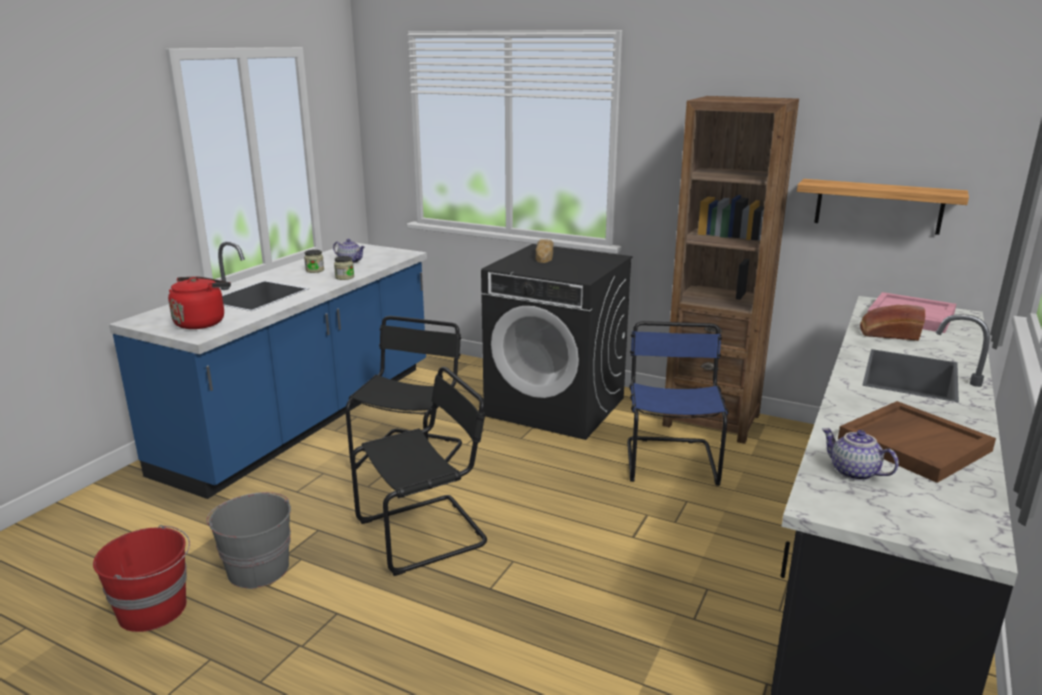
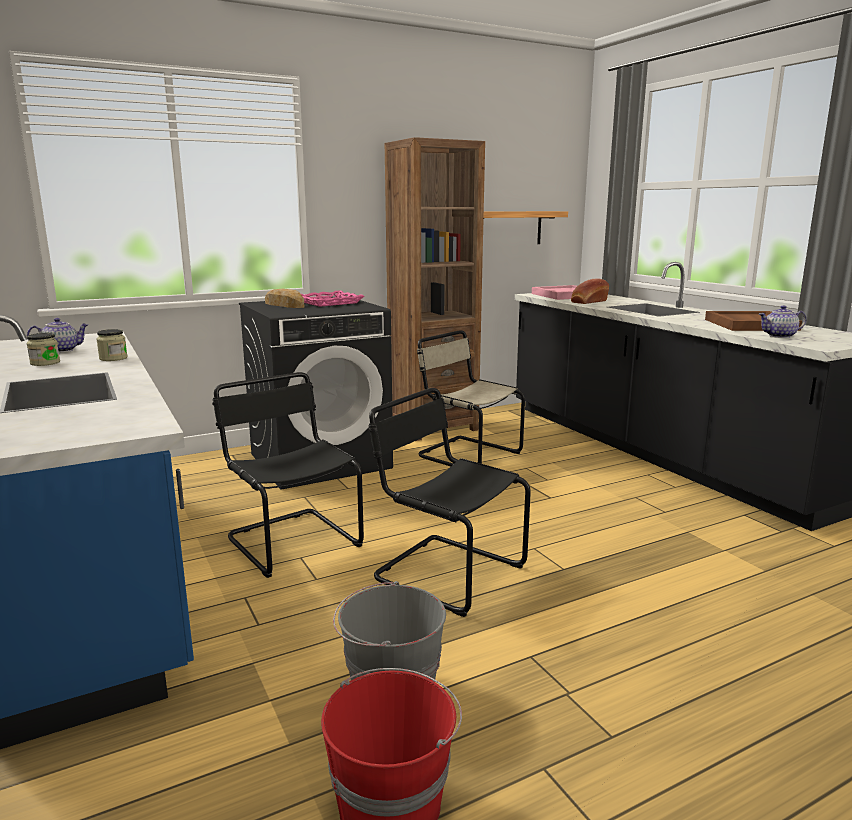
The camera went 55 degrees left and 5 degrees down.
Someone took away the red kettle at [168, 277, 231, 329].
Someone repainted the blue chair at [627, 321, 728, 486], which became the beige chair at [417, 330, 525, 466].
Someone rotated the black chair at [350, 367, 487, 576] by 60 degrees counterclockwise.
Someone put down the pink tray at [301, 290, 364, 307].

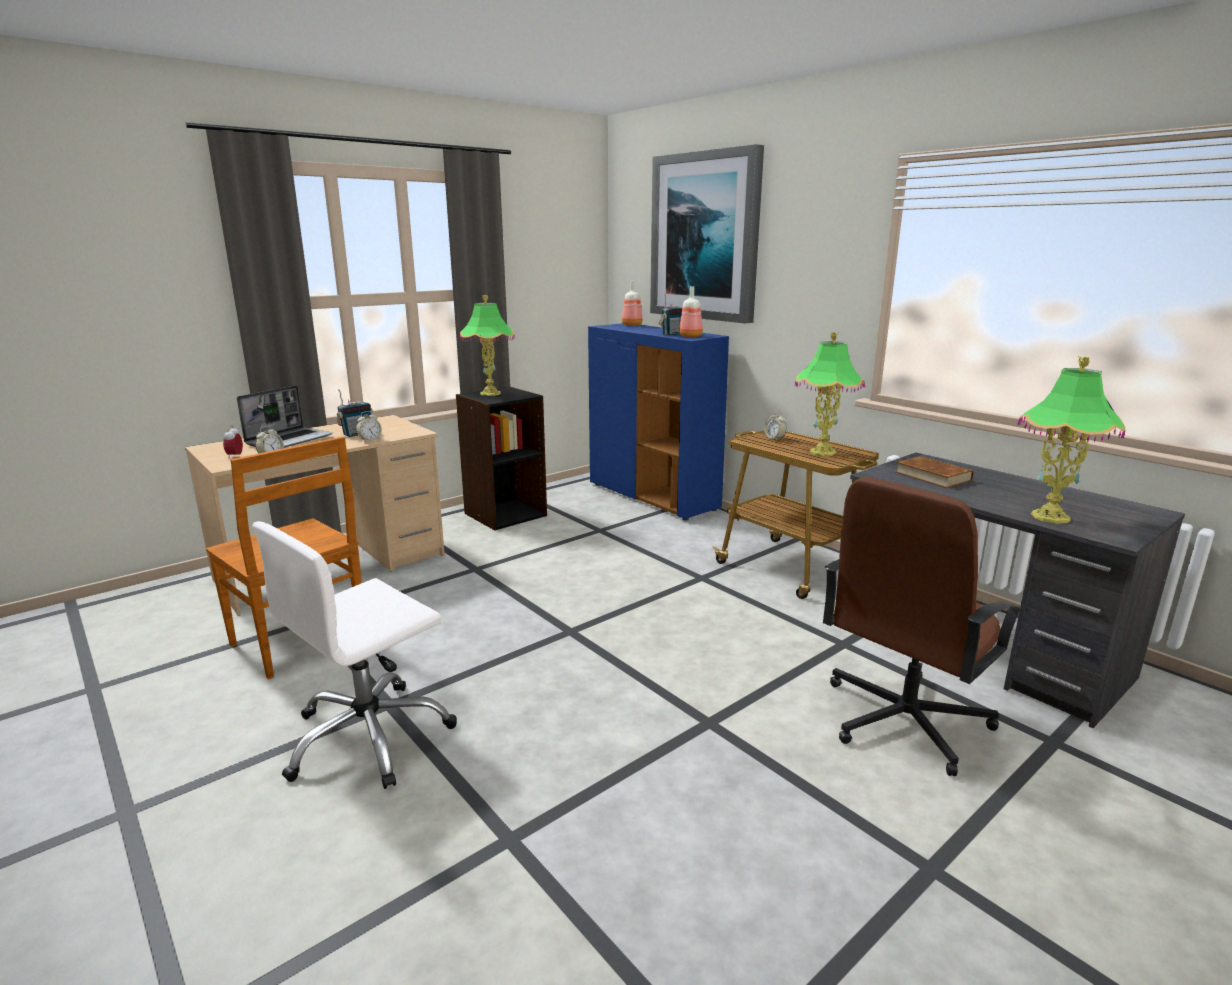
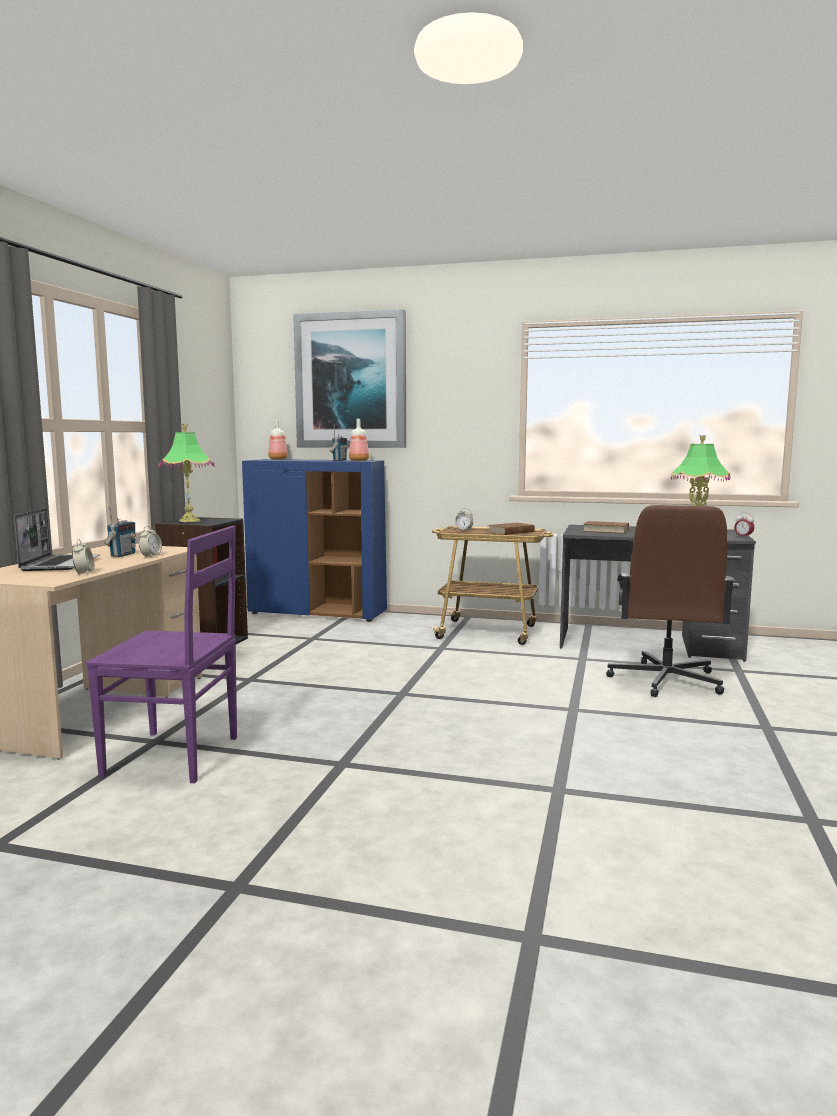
The camera went 35 degrees left and 10 degrees down.
Someone swapped the table lamp at [795, 332, 865, 456] for the brown book at [488, 523, 535, 535].
Someone carried the alarm clock from [223, 426, 243, 459] to [734, 512, 755, 539].
Someone repainted the brown chair at [206, 437, 362, 679], which became the purple chair at [86, 526, 237, 783].
Someone took away the white office chair at [252, 521, 457, 789].

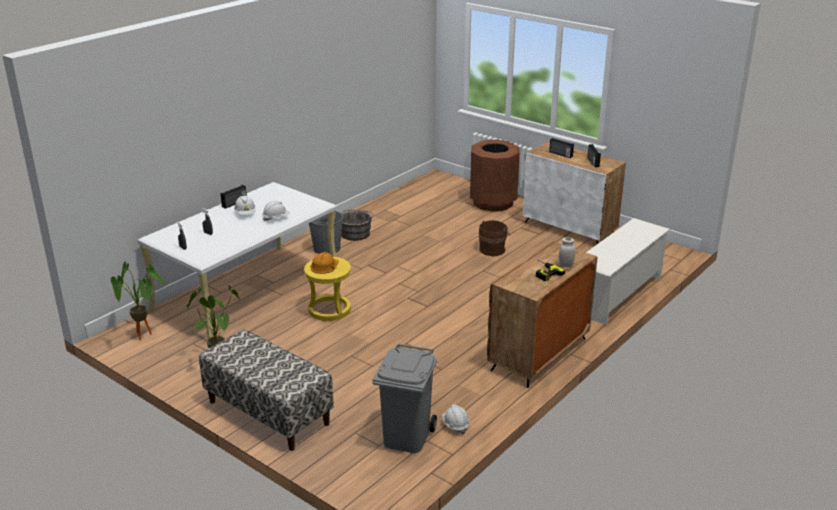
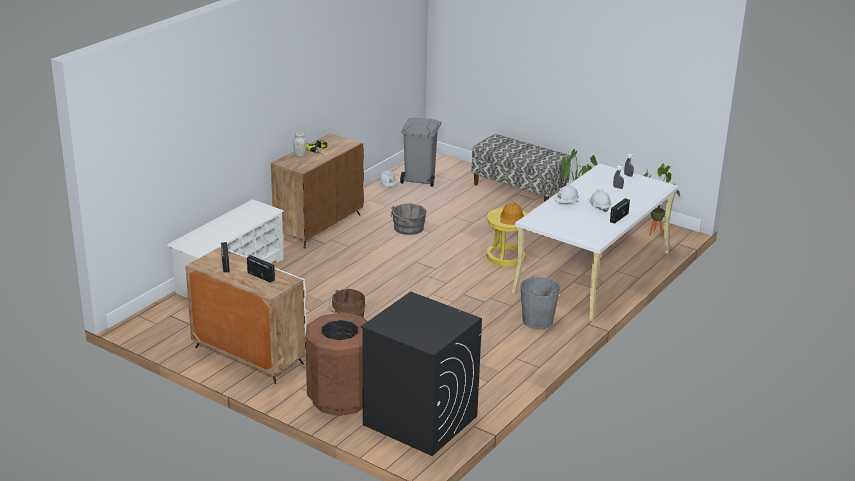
The camera went 175 degrees right and 0 degrees up.
Someone carried the grey bucket from [340, 209, 373, 241] to [391, 204, 426, 235].
Someone put down the black washing machine at [361, 292, 482, 456].

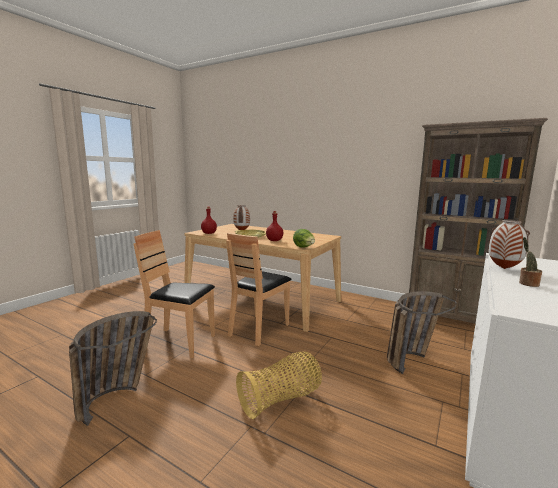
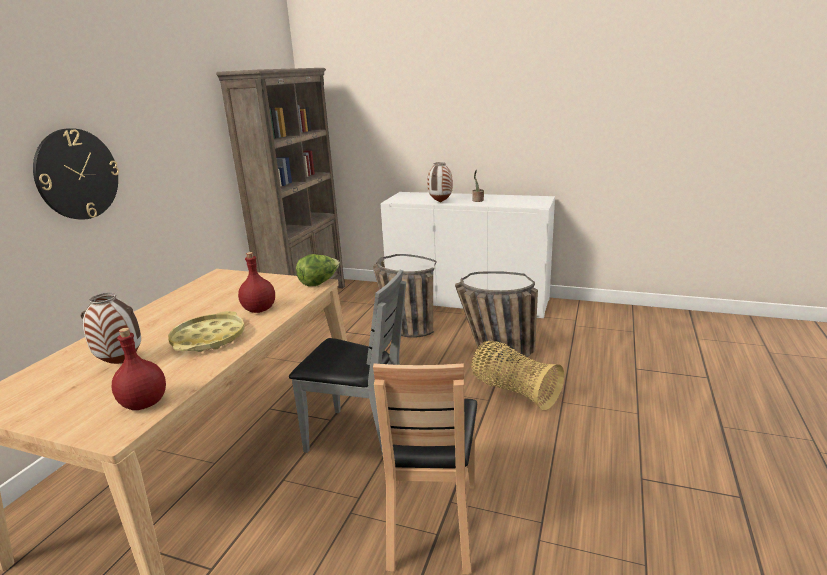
The camera went 100 degrees left and 10 degrees up.
Someone repainted the brown chair at [226, 233, 292, 346], which became the grey chair at [289, 270, 406, 455].
Someone carried the basket from [69, 311, 157, 426] to [455, 271, 538, 363].
Someone put up the wall clock at [33, 128, 119, 219].

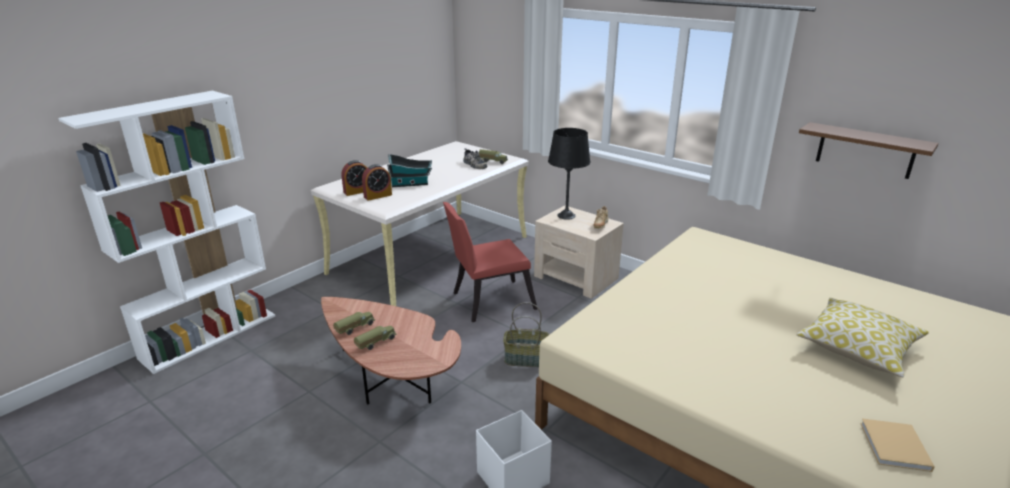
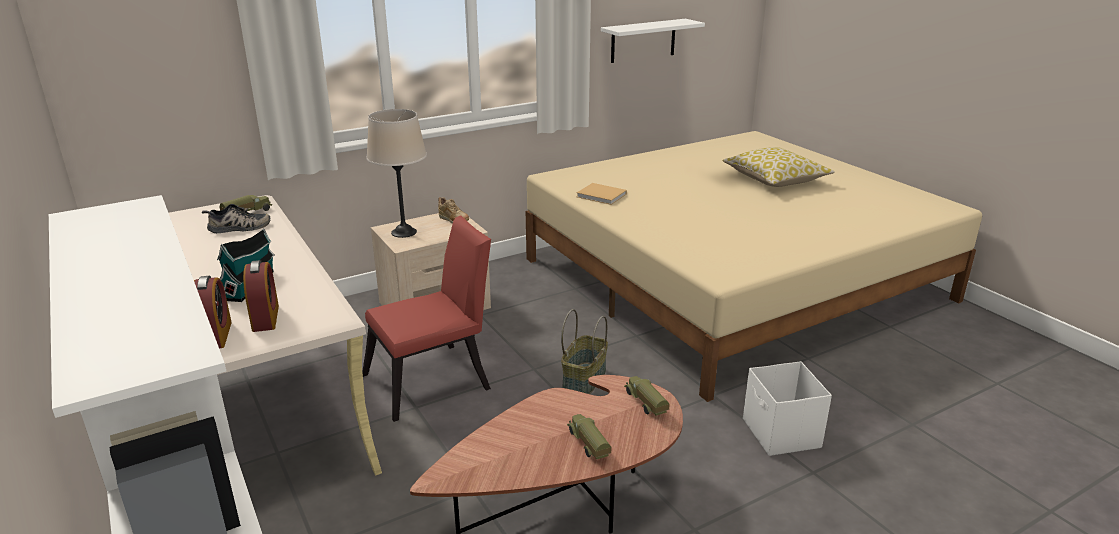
The camera went 70 degrees left and 0 degrees up.
Someone repainted the brown shelf at [799, 122, 939, 179], which became the white shelf at [601, 19, 705, 63].
Someone repainted the black table lamp at [548, 128, 590, 220], which became the beige table lamp at [366, 109, 427, 238].
Someone rotated the red chair at [443, 202, 538, 322] by 120 degrees counterclockwise.
Someone carried the toy truck from [333, 312, 375, 335] to [624, 376, 670, 416].
Someone carried the beige book from [860, 418, 935, 472] to [576, 183, 627, 205].

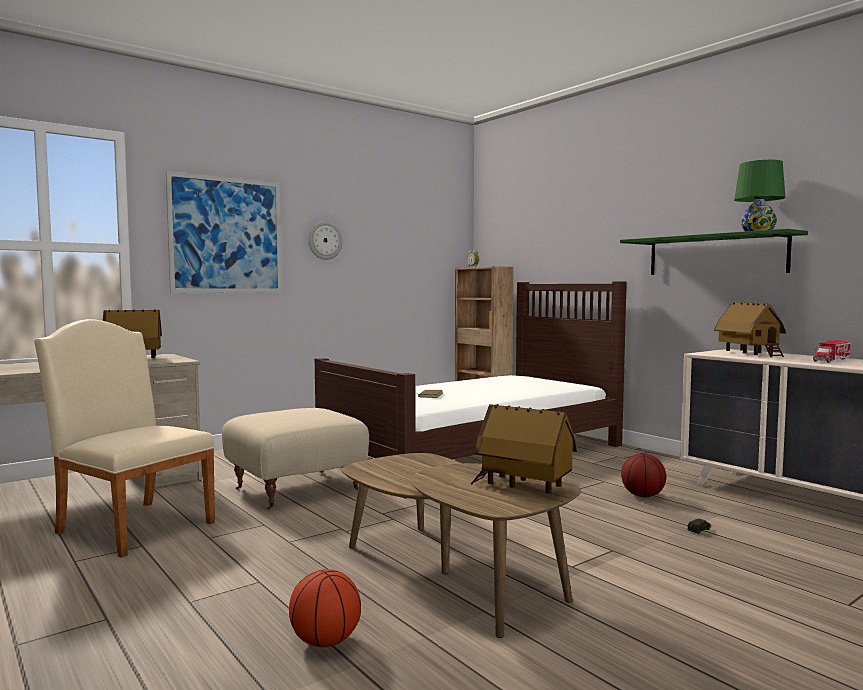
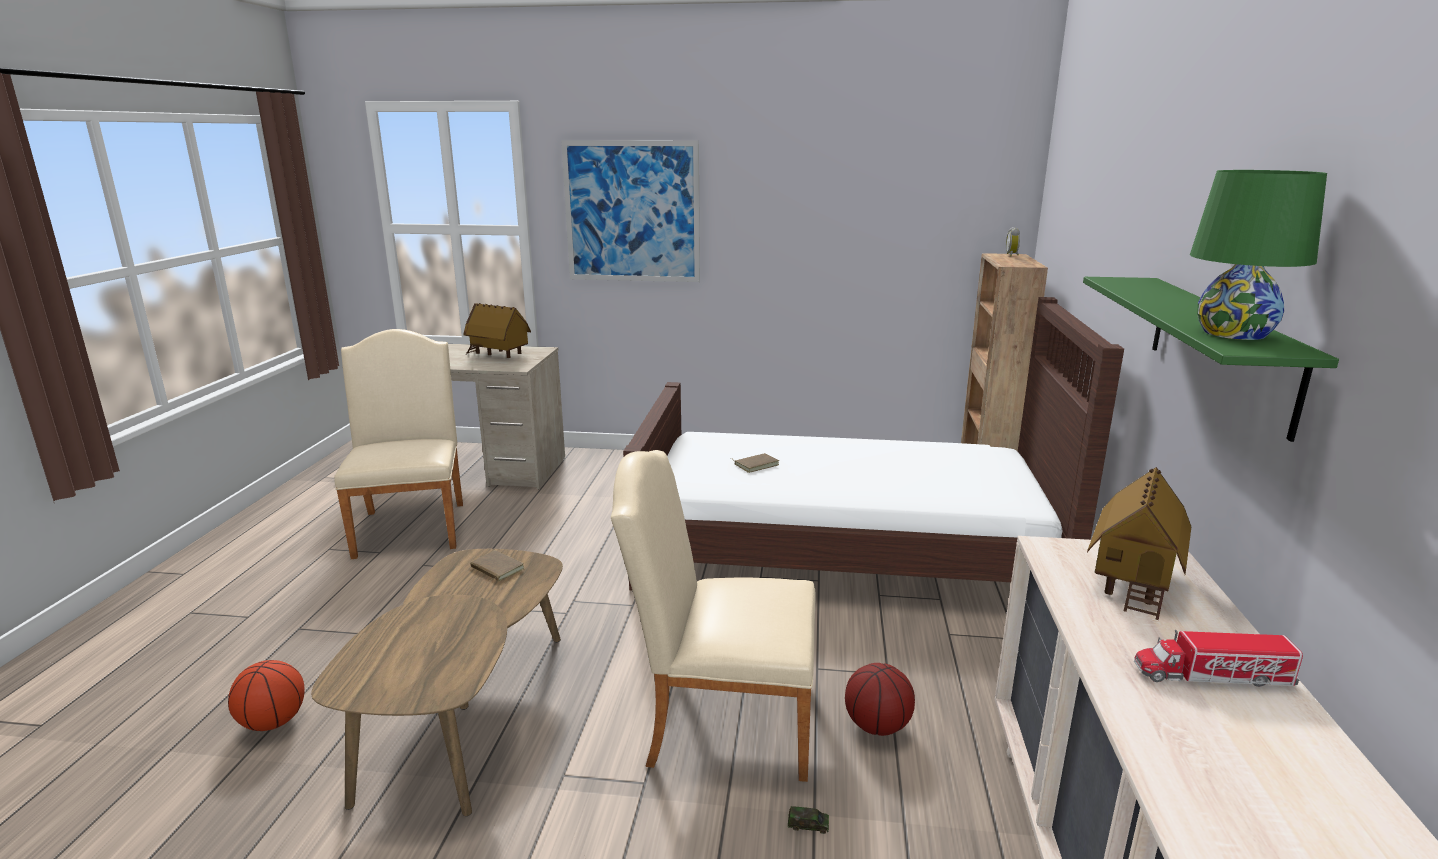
The camera went 45 degrees right and 15 degrees up.
Someone took away the wall clock at [309, 221, 343, 260].
Someone took away the toy house at [471, 404, 577, 494].
Someone took away the beige ottoman at [222, 408, 369, 510].
Someone put down the beige chair at [611, 450, 815, 782].
Someone put down the brown book at [470, 550, 524, 582].

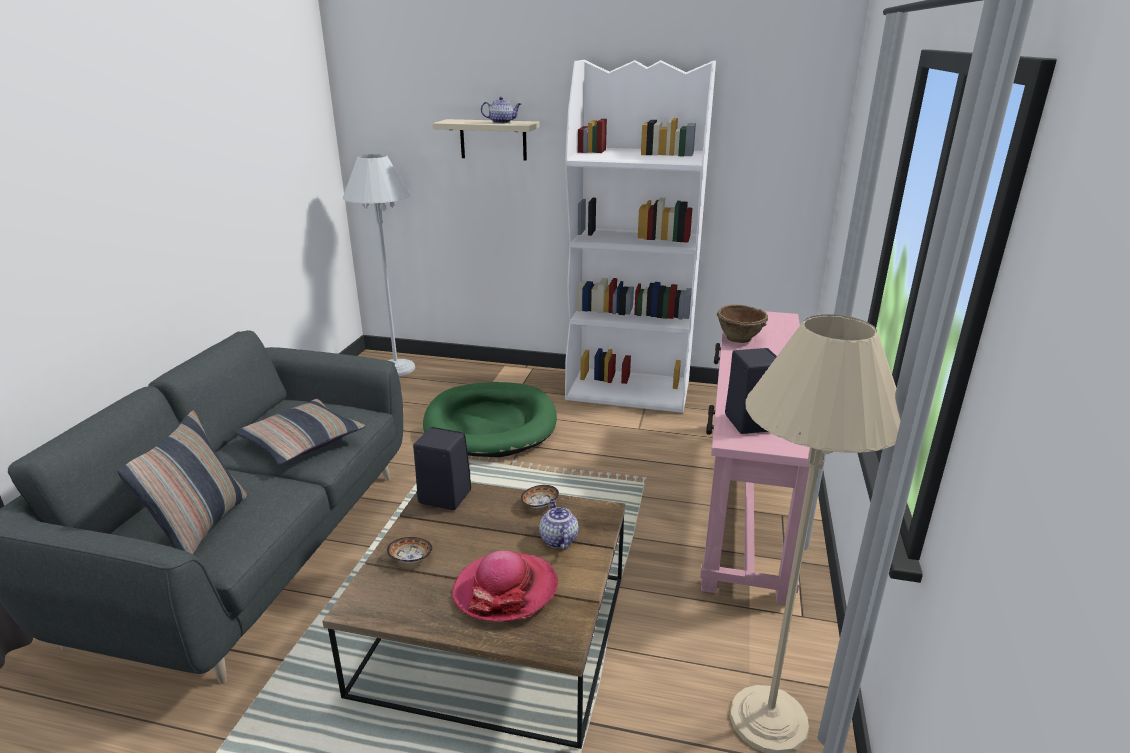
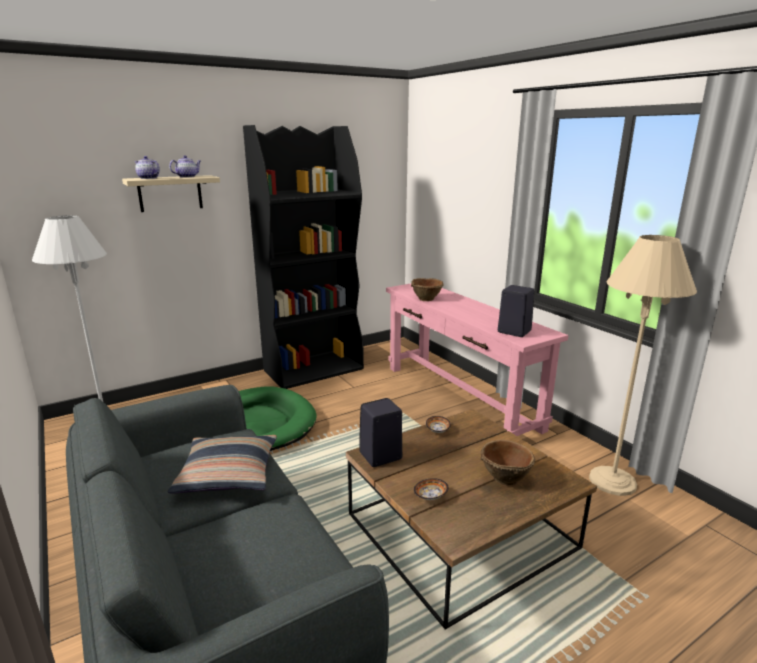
The camera went 45 degrees left and 5 degrees down.
Someone repainted the white bookcase at [565, 60, 716, 413], which became the black bookcase at [243, 125, 364, 389].
Someone took away the pillow at [117, 411, 247, 554].
Someone carried the teapot from [539, 499, 579, 550] to [135, 156, 160, 179].
Someone swapped the hat at [452, 550, 558, 622] for the brown bowl at [480, 440, 535, 485].

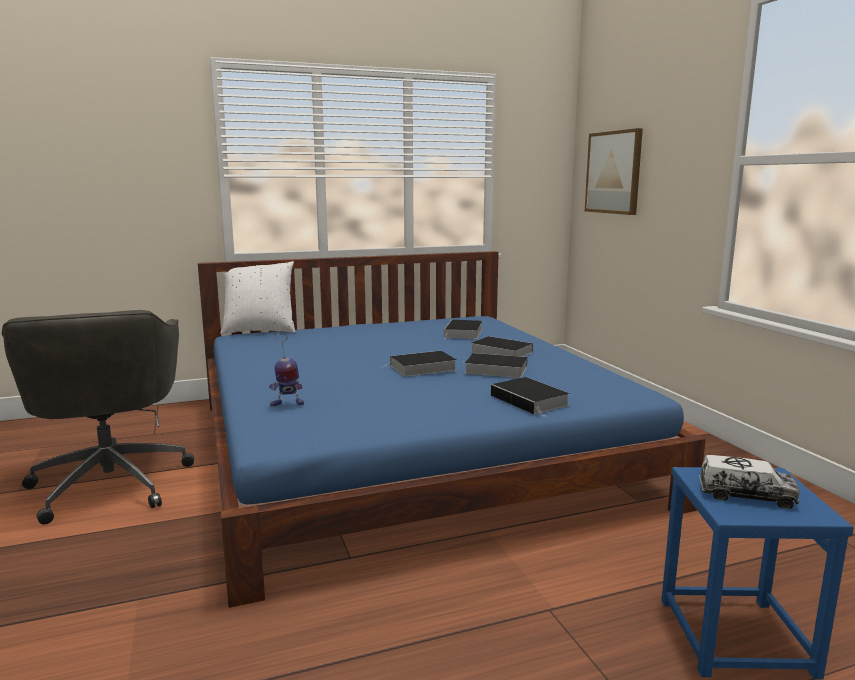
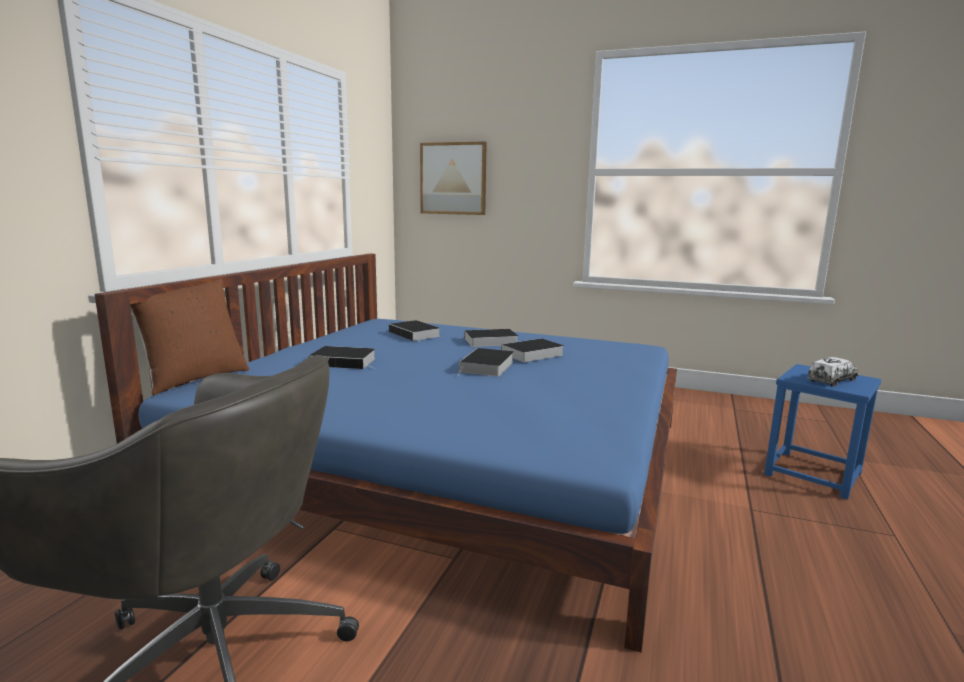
The camera went 50 degrees left and 0 degrees up.
Someone repainted the white pillow at [220, 261, 296, 335], which became the brown pillow at [122, 279, 249, 395].
Someone took away the toy robot at [269, 333, 304, 407].
Someone carried the book from [491, 377, 570, 418] to [308, 346, 376, 369].

